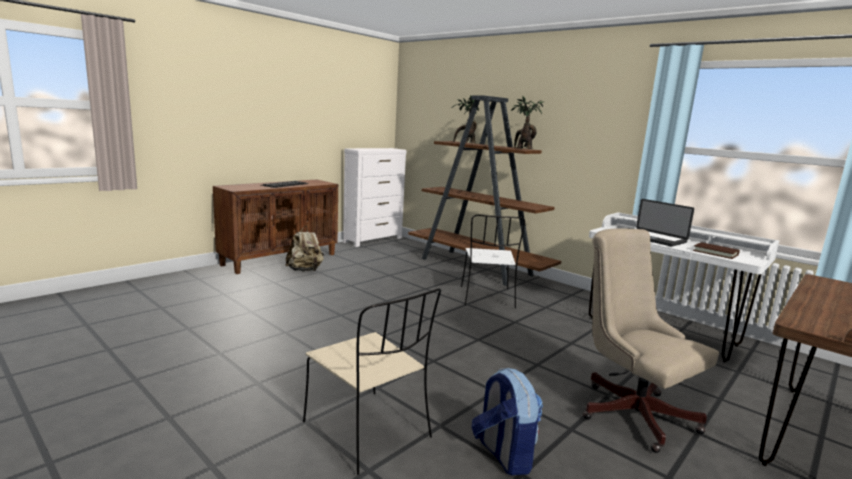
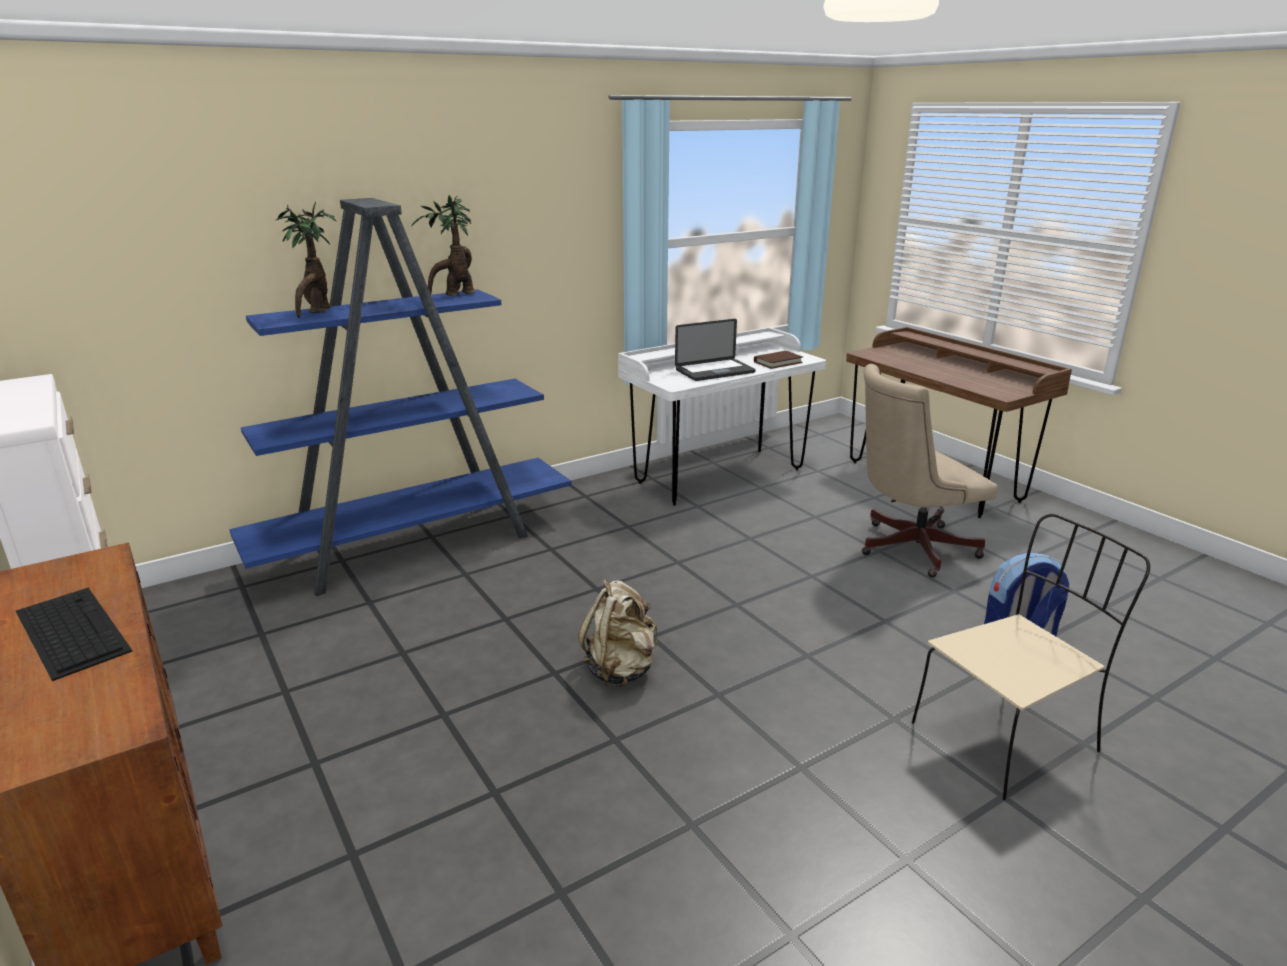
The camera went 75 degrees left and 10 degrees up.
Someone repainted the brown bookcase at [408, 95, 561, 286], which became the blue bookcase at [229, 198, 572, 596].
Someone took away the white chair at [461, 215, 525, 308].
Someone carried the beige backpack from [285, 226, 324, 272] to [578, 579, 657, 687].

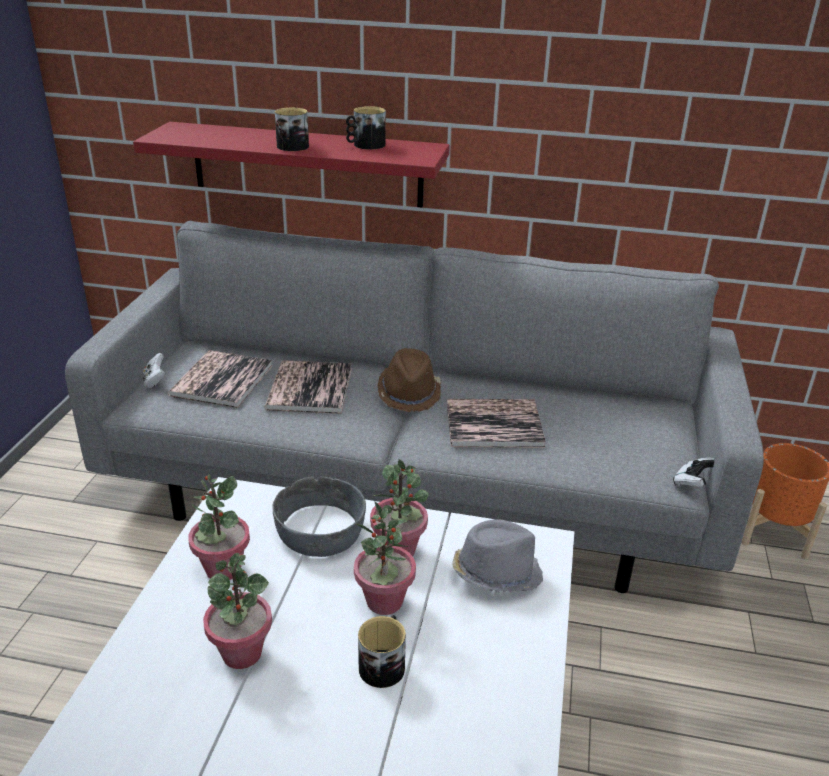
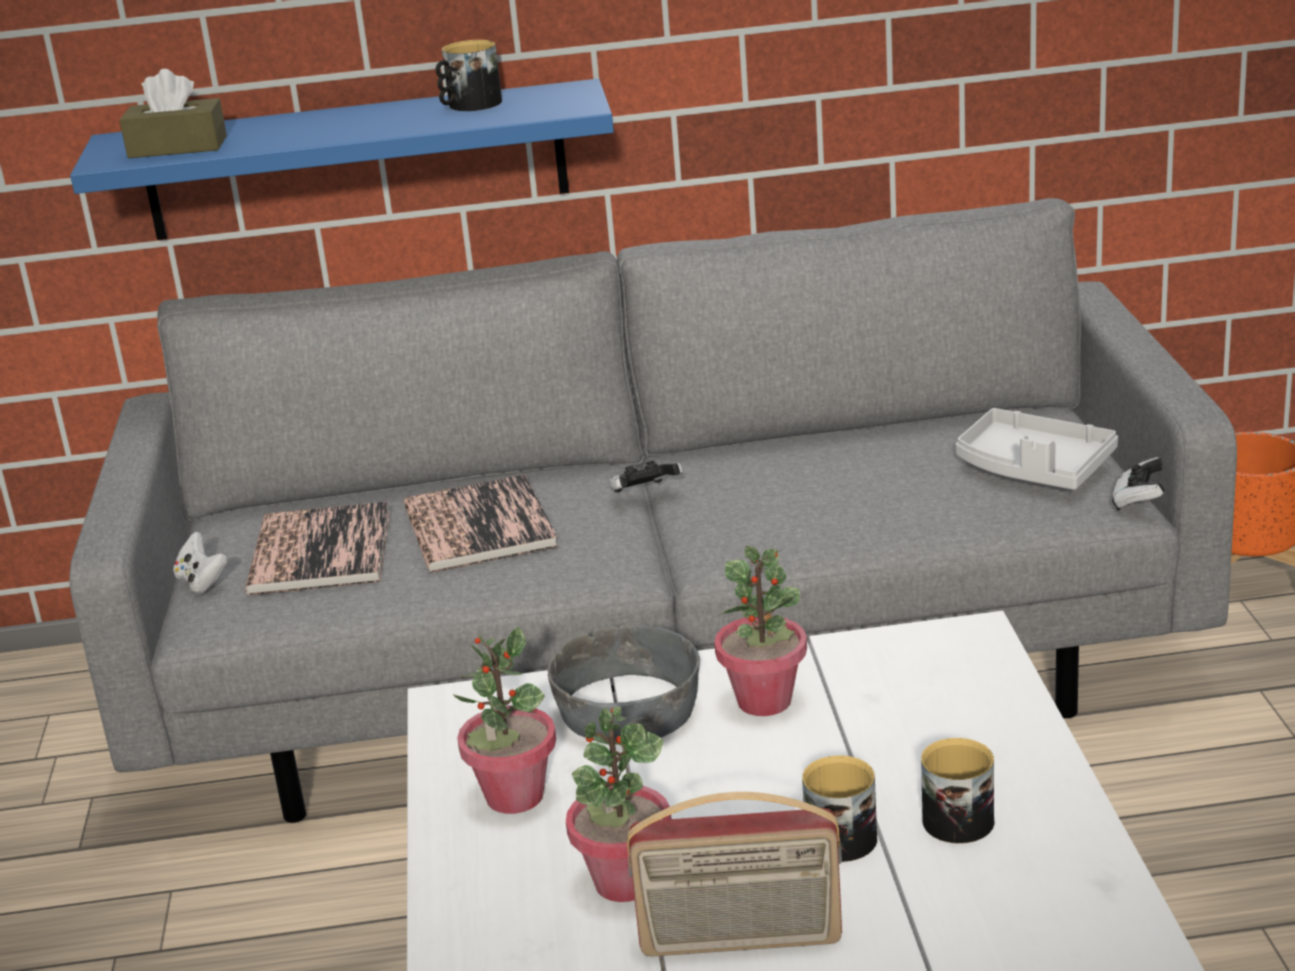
The camera went 15 degrees left and 5 degrees down.
Someone carried the mug from [275, 108, 309, 151] to [921, 738, 994, 844].
Someone repainted the red shelf at [133, 122, 450, 208], which became the blue shelf at [70, 79, 614, 240].
Someone swapped the brown hat at [378, 348, 441, 412] for the game controller at [608, 461, 683, 493].
Someone took away the book at [447, 399, 546, 448].
Someone took away the potted plant at [354, 501, 416, 615].
Someone took away the grey hat at [452, 519, 543, 592].
Someone put down the brown tissue box at [119, 69, 227, 158].
Someone put down the grey tray at [956, 408, 1118, 490].
Someone put down the radio at [627, 792, 842, 956].

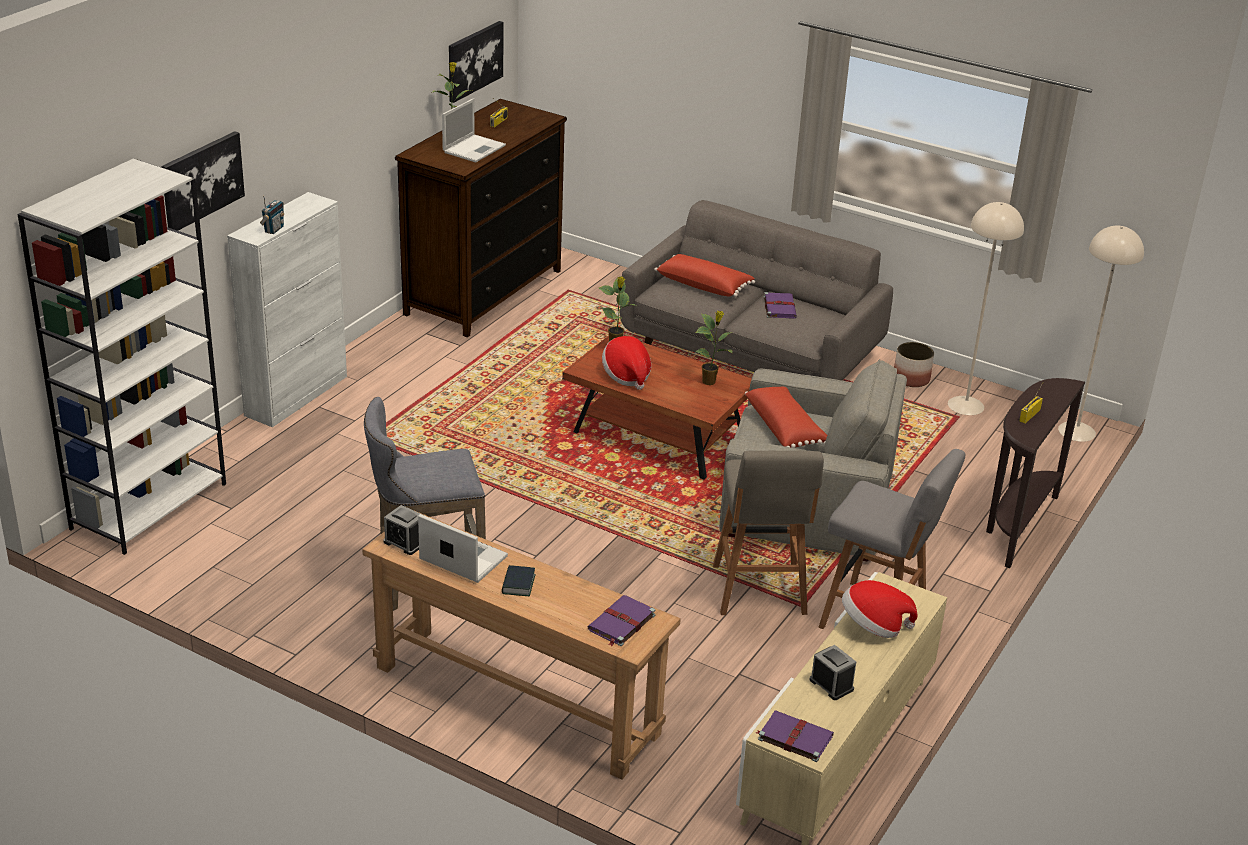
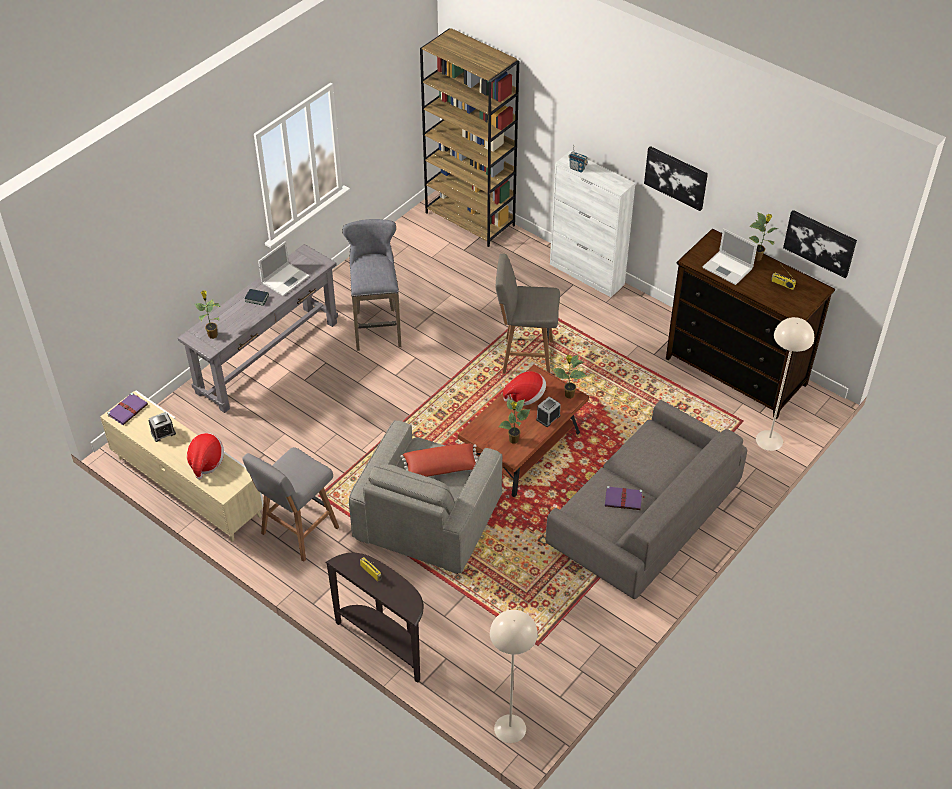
The camera went 100 degrees right and 15 degrees up.
Someone carried the picture from [161, 131, 245, 231] to [644, 146, 708, 211].
Someone repainted the white bookcase at [18, 159, 226, 555], which became the brown bookcase at [420, 28, 519, 247].
Someone carried the beige floor lamp from [948, 202, 1024, 415] to [756, 317, 814, 451].
Someone took away the red pillow at [654, 254, 755, 297].
Someone took away the planter at [894, 342, 934, 387].
Someone carried the grey stool from [713, 451, 824, 615] to [495, 254, 560, 374].
Someone carried the alarm clock from [383, 505, 423, 555] to [536, 397, 561, 427].
Someone repainted the brown console table at [362, 511, 681, 780], which became the grey console table at [178, 244, 338, 413].
Someone swapped the purple book at [588, 595, 656, 647] for the potted plant at [195, 290, 220, 339].

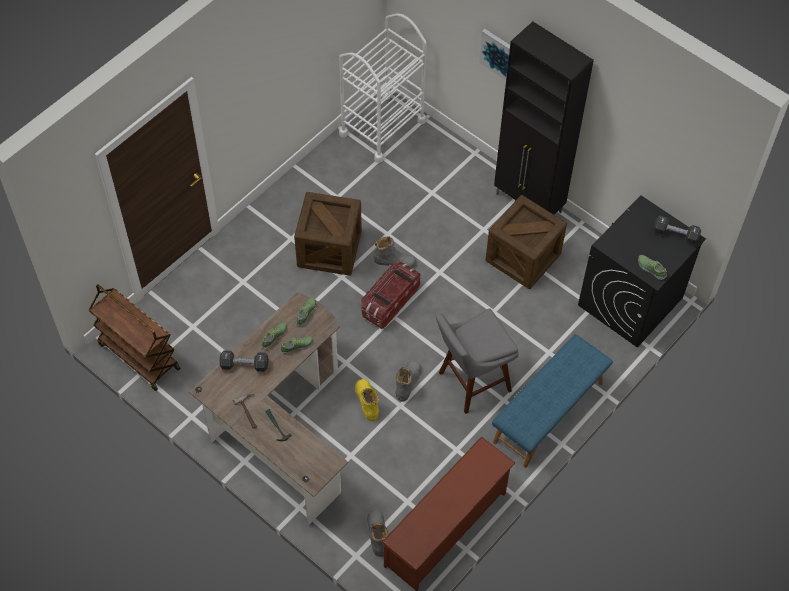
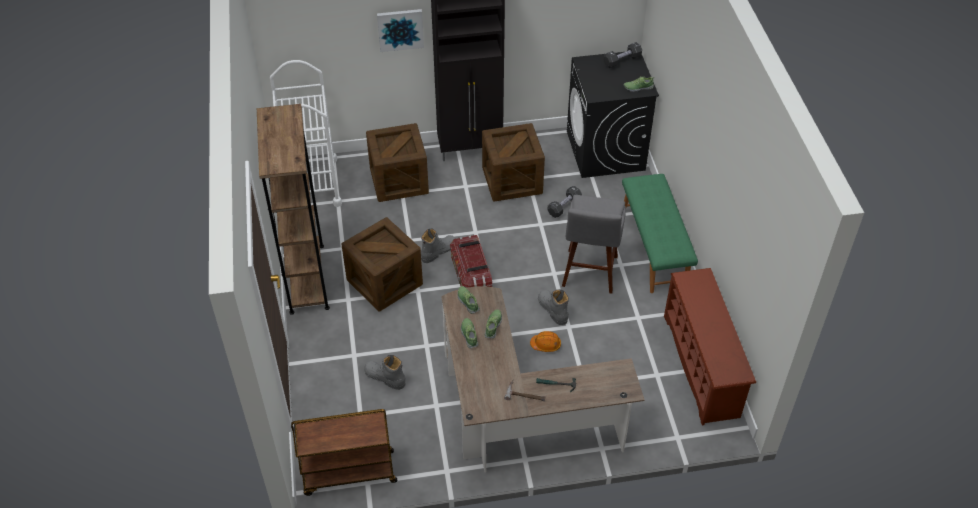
The camera went 50 degrees left and 10 degrees down.
Someone repainted the blue bench at [492, 334, 613, 468], which became the green bench at [622, 174, 698, 293].
Someone carried the black dumbbell from [220, 350, 268, 372] to [548, 186, 582, 218].
Someone swapped the yellow boot at [355, 379, 379, 421] for the orange hard hat at [530, 331, 561, 352].
Someone carried the grey boot from [367, 510, 389, 557] to [364, 355, 406, 390].
Someone put down the brown bookcase at [257, 104, 330, 315].
Someone put down the crate at [366, 123, 429, 202].

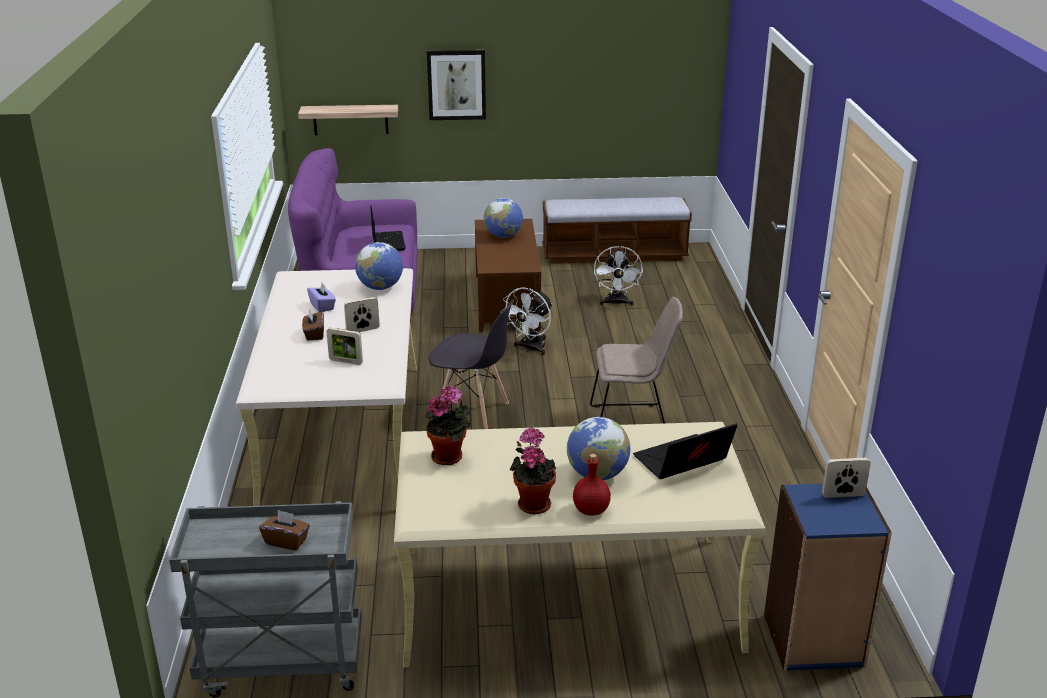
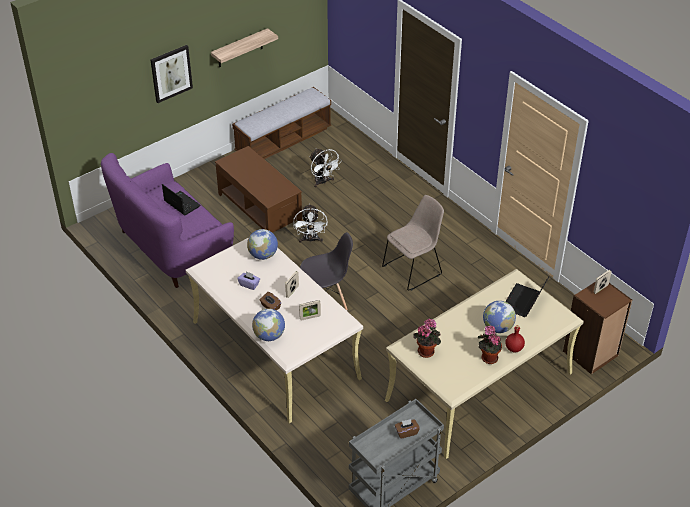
The camera went 35 degrees left and 15 degrees up.
Someone carried the shelf from [298, 105, 398, 135] to [211, 28, 278, 67].
Someone carried the globe from [484, 198, 523, 238] to [252, 308, 285, 341].
Someone repainted the blue bookcase at [764, 484, 892, 671], which became the brown bookcase at [563, 282, 632, 375].

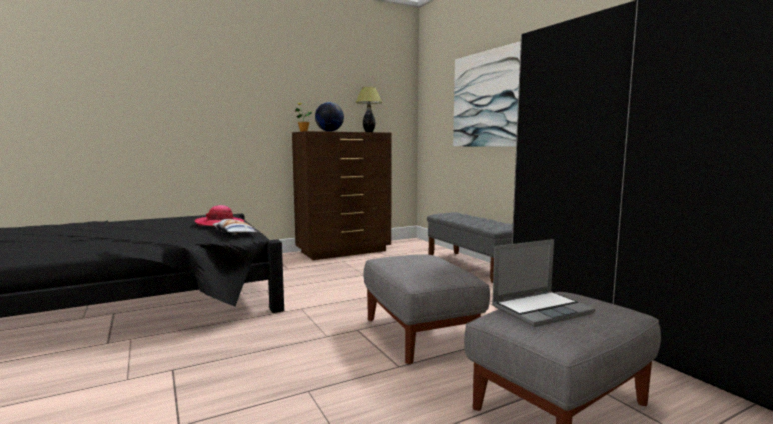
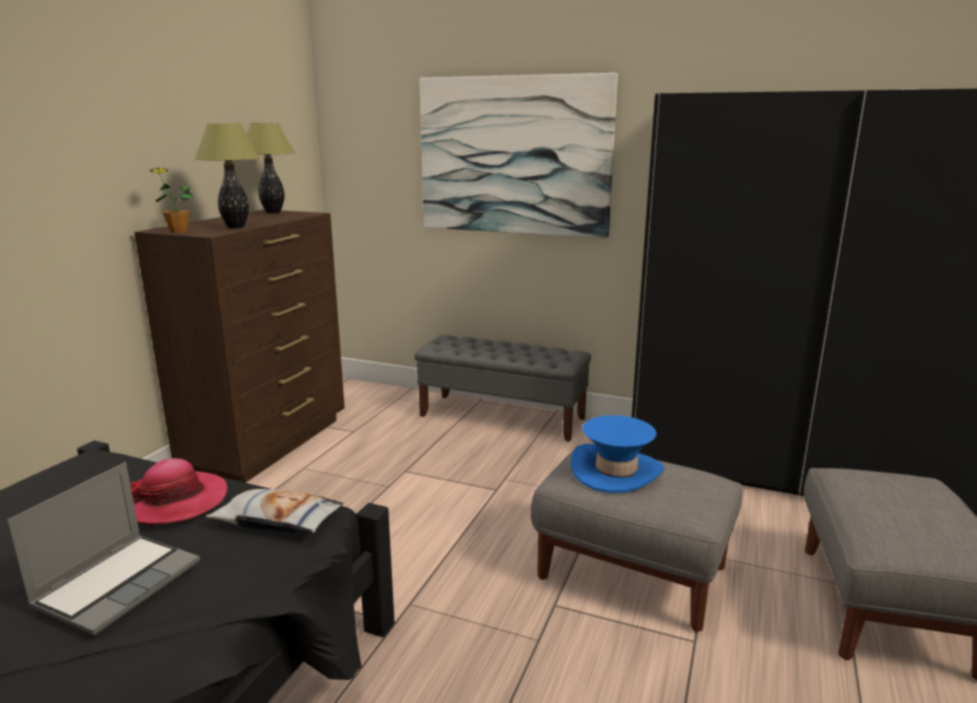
The camera went 40 degrees left and 10 degrees up.
Someone swapped the globe at [315, 102, 344, 132] for the table lamp at [195, 123, 260, 228].
Someone carried the laptop from [492, 239, 596, 327] to [7, 462, 200, 635].
Someone put down the blue hat at [571, 415, 664, 493].

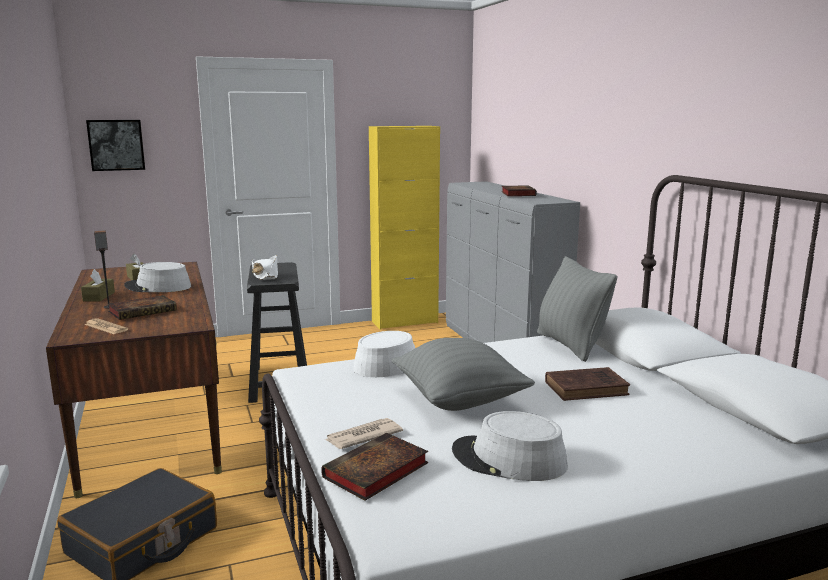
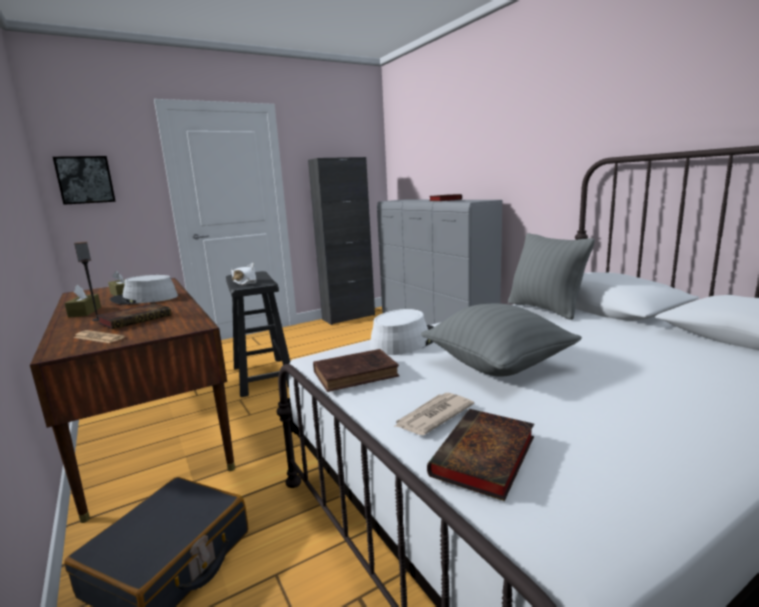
The camera went 10 degrees left and 0 degrees up.
Someone repainted the yellow cabinet at [369, 126, 440, 330], which became the black cabinet at [308, 157, 375, 325].
Someone carried the brown book from [545, 367, 630, 401] to [313, 349, 399, 392].
Someone took away the grey hat at [452, 411, 567, 481].

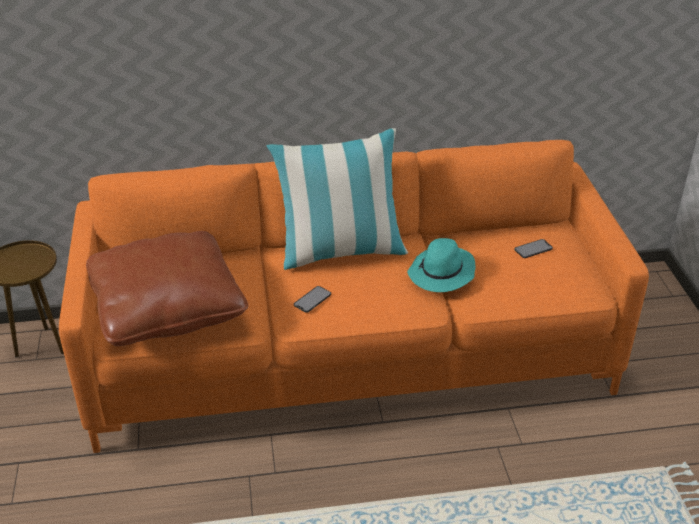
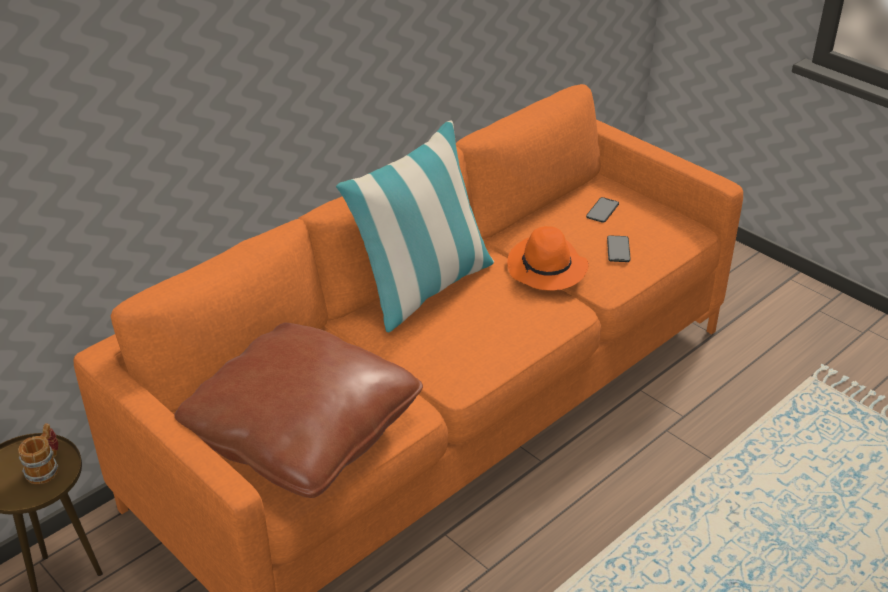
The camera went 35 degrees left and 0 degrees up.
Someone repainted the turquoise hat at [407, 238, 476, 292], which became the orange hat at [507, 226, 589, 291].
Someone carried the phone from [294, 286, 331, 313] to [607, 235, 631, 262].
Someone put down the mug at [18, 423, 58, 484].

